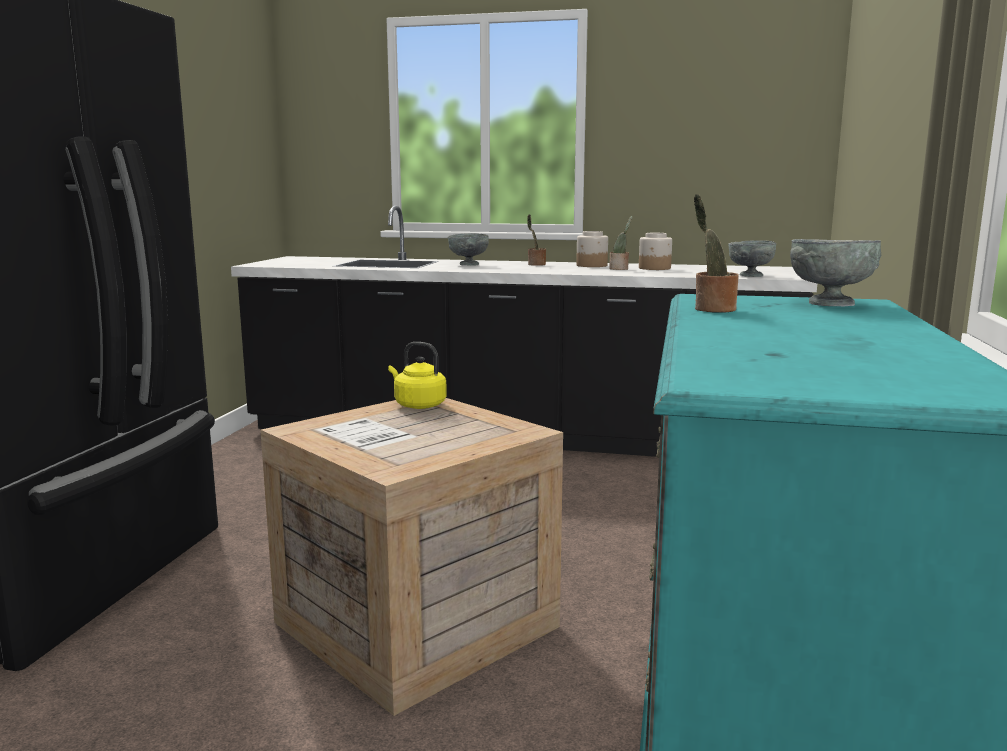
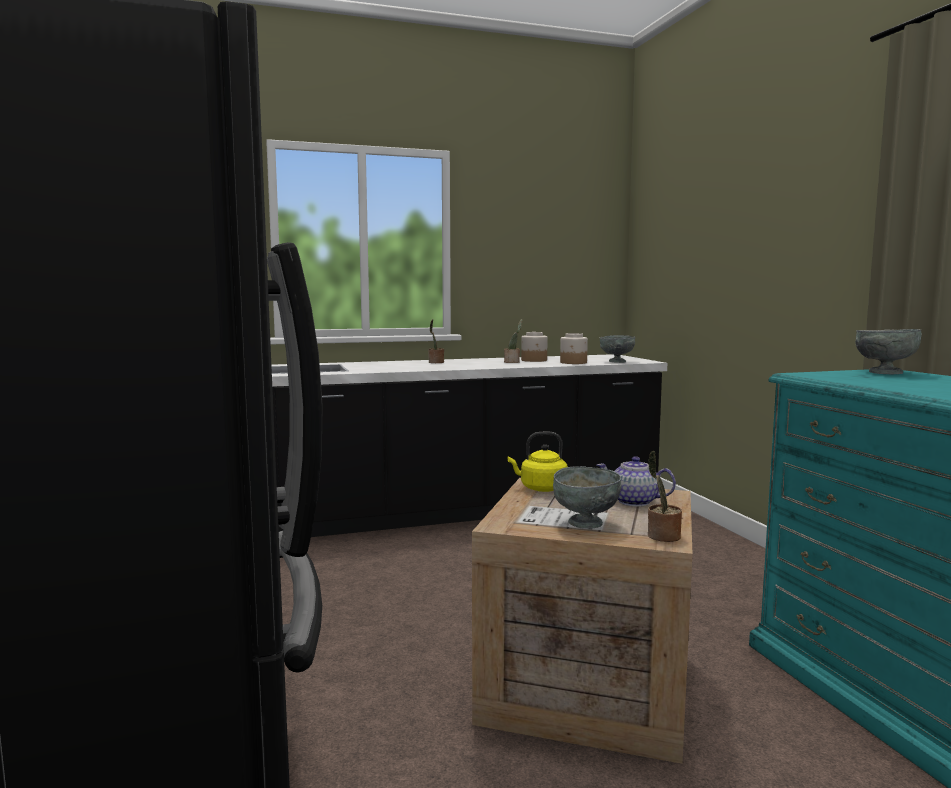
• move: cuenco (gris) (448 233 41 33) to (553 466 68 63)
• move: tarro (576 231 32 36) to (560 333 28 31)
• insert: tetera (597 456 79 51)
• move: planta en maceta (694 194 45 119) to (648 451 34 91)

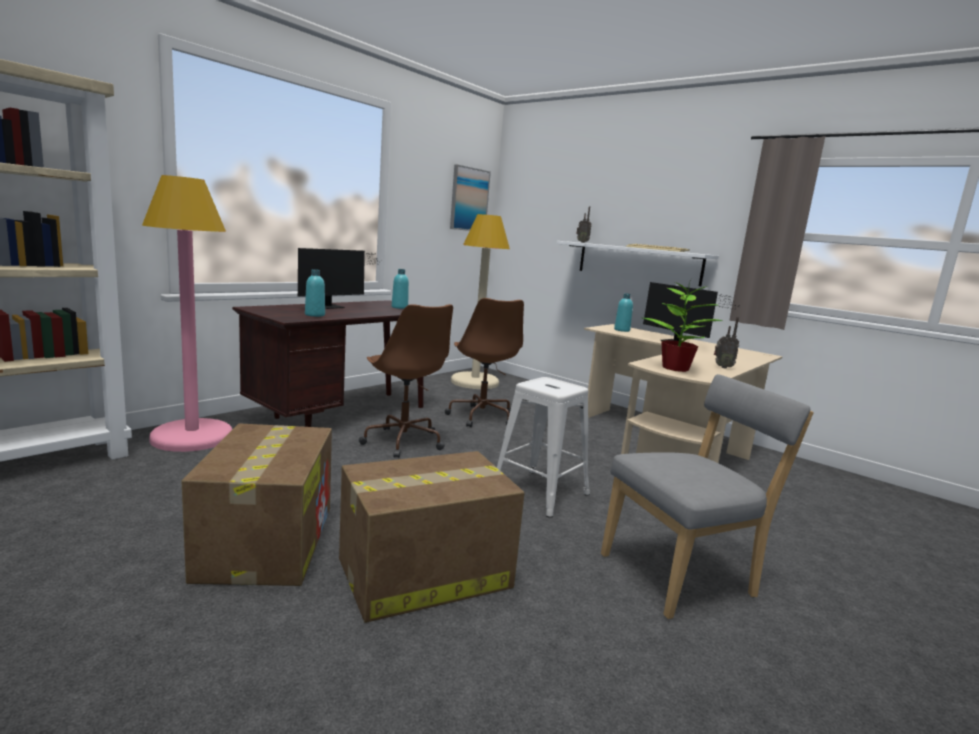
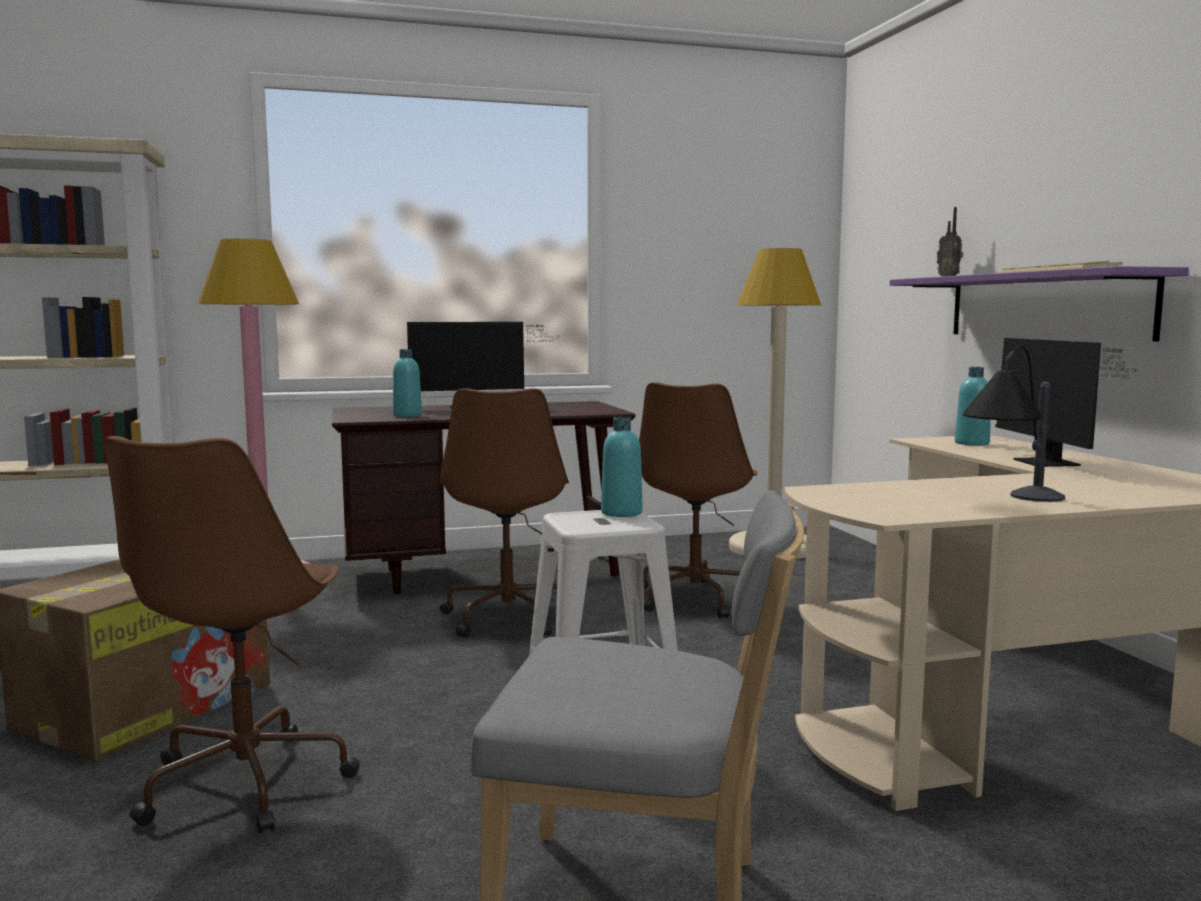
• replace: caja de cartón (339 451 185 172) to silla de oficina (marrón) (104 436 256 397)
• move: botella (turquesa) (392 269 17 40) to (601 417 41 100)
• recolor: estante (blanco) (557 241 162 45) to estante (morado) (890 266 299 75)
• replace: radio (714 317 25 52) to lámpara de mesa (963 345 102 157)
• delete: cuadro (450 164 41 67)
• delete: planta en maceta (643 279 79 93)

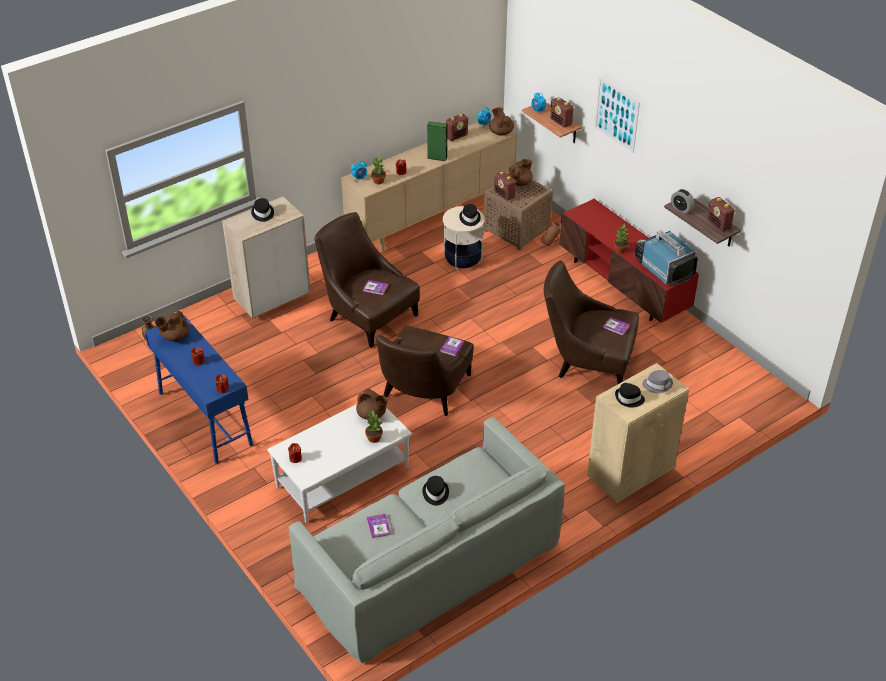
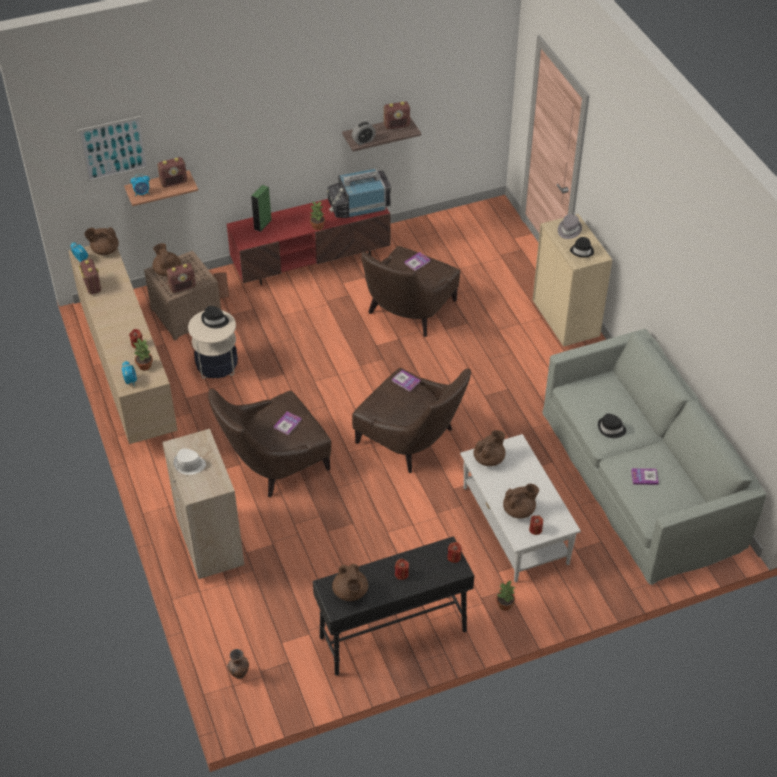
• move: cuadro (594 77 46 76) to (77 116 72 66)
• recolor: sombrero (negro) (251 198 23 24) to sombrero (blanco) (174 448 32 27)
• move: altavoz (verde) (427 121 20 40) to (251 185 21 47)
• recolor: mesa consola (azul) (145 315 108 149) to mesa consola (negro) (313 536 161 140)
• move: planta en maceta (365 410 18 33) to (496 580 19 30)
• insert: tetera (marrón) (503 484 36 35)

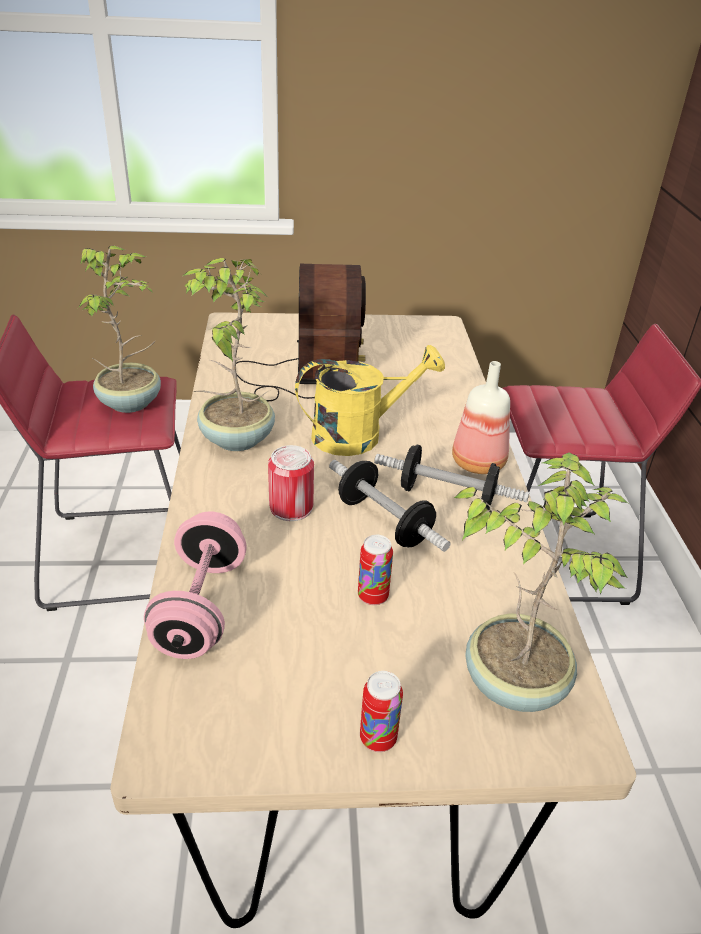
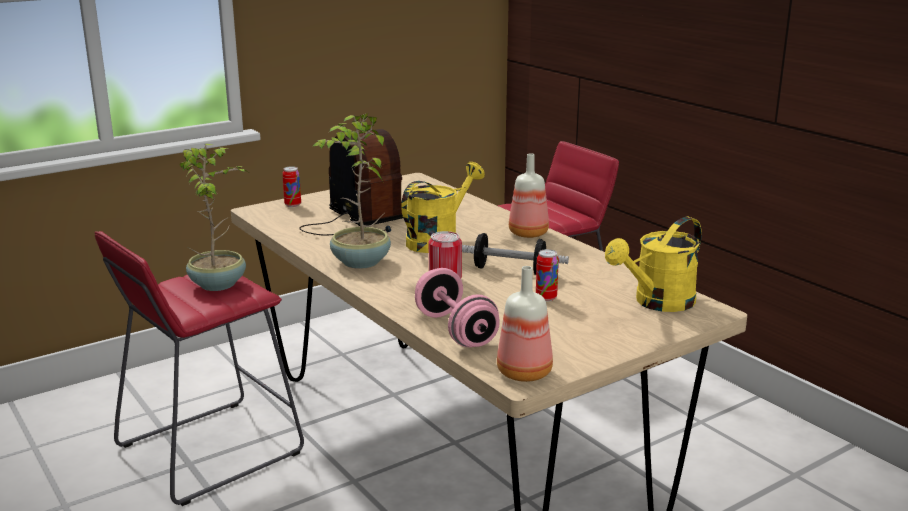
• move: lata (360 671 43 81) to (282 166 19 41)
• insert: botella (497 266 56 116)
• replace: planta en maceta (454 452 174 260) to regadera (amarillo) (605 217 97 95)
• delete: mancuerna (374 444 155 64)

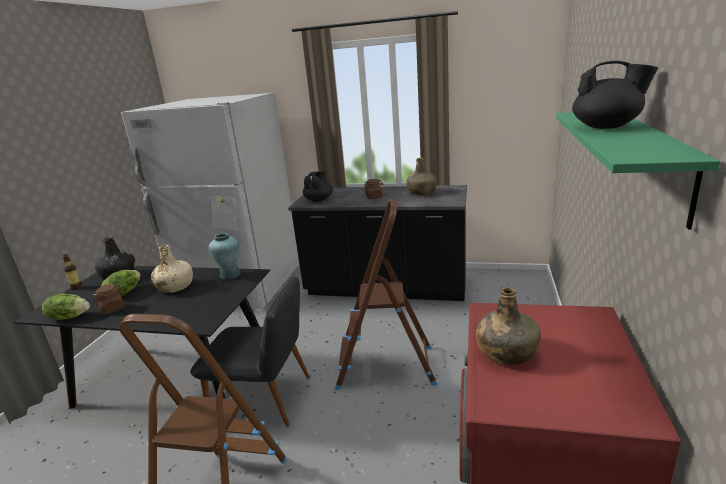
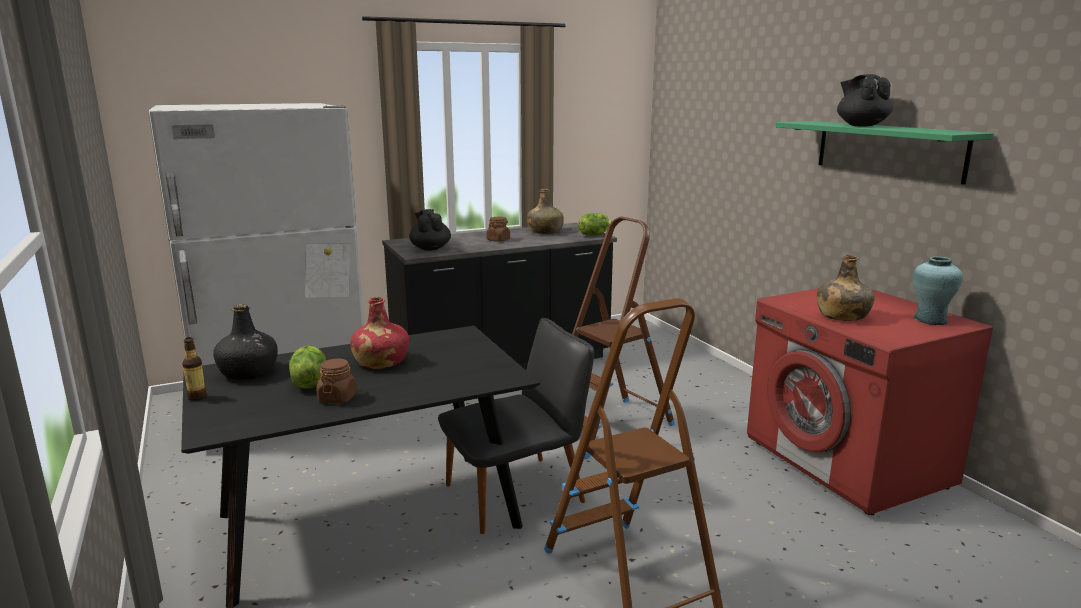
• recolor: botella (beis) (151 245 42 48) to botella (rojo) (350 297 59 72)
• move: lechuga (42 294 48 26) to (578 213 34 23)
• rotate: tetera (negro) (572 61 86 68) = (837 74 56 53) 90 degrees counterclockwise
• move: florero (turquesa) (208 233 33 47) to (913 256 50 69)

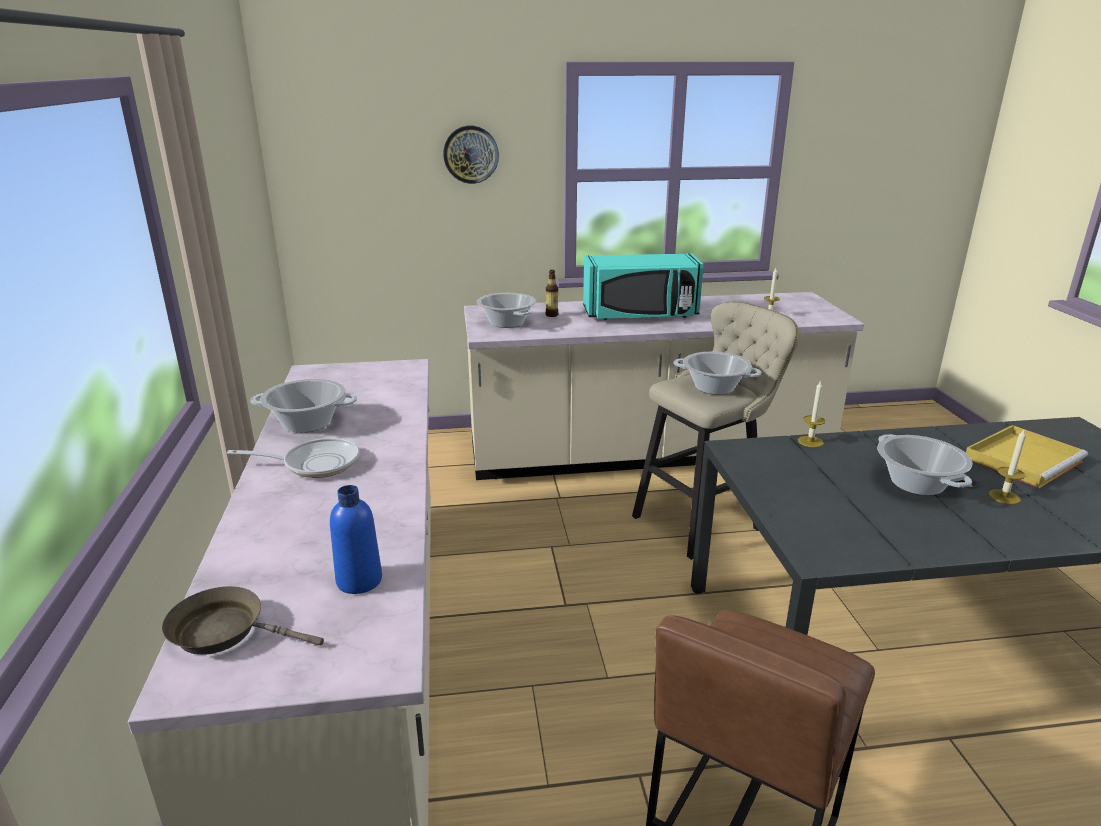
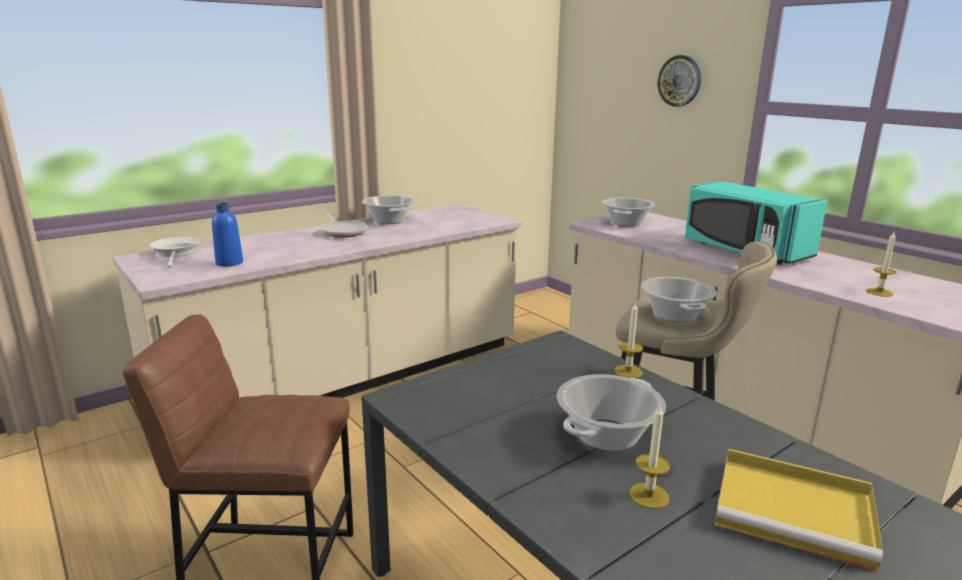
• recolor: sartén (marrón) (162 586 162 69) to sartén (blanco) (150 237 49 31)
• delete: botella (546 270 12 47)

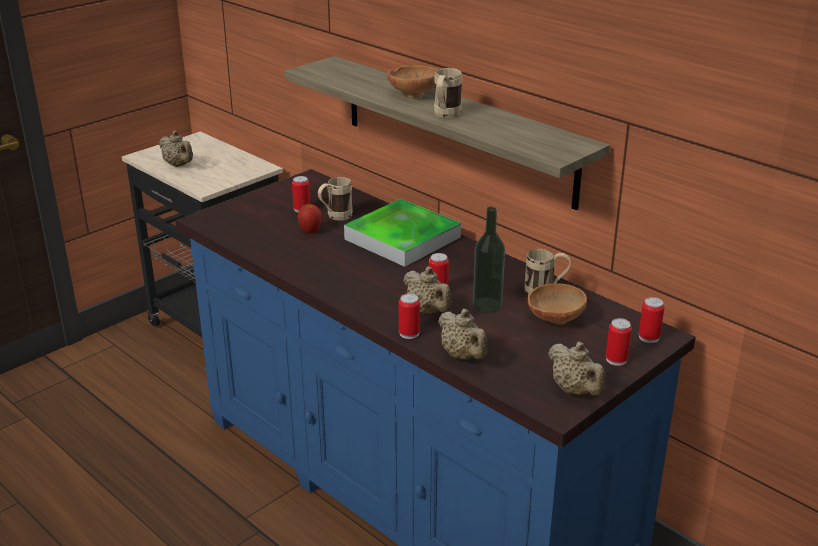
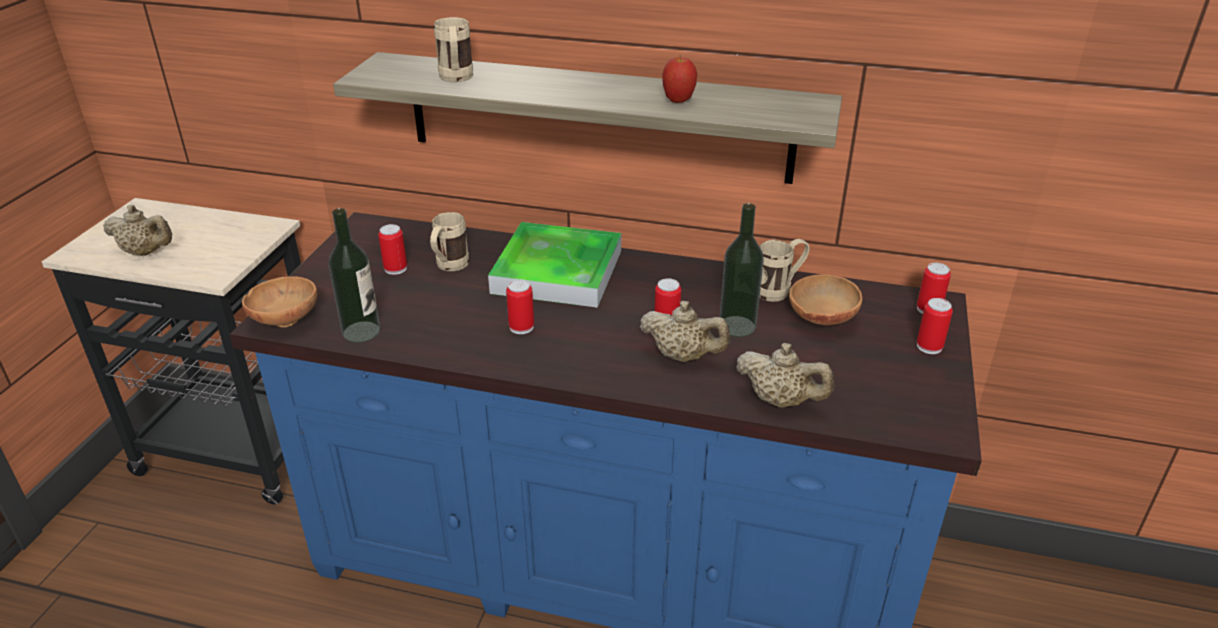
• move: cuenco (marrón) (387 65 51 33) to (242 276 75 52)
• insert: botella (328 208 52 135)
• move: taza grande (beis) (434 68 28 50) to (434 17 40 65)
• move: lata (399 293 21 46) to (506 279 28 55)
• move: manzana (298 204 24 29) to (662 56 35 47)
• delete: tetera (beis) (548 342 58 54)

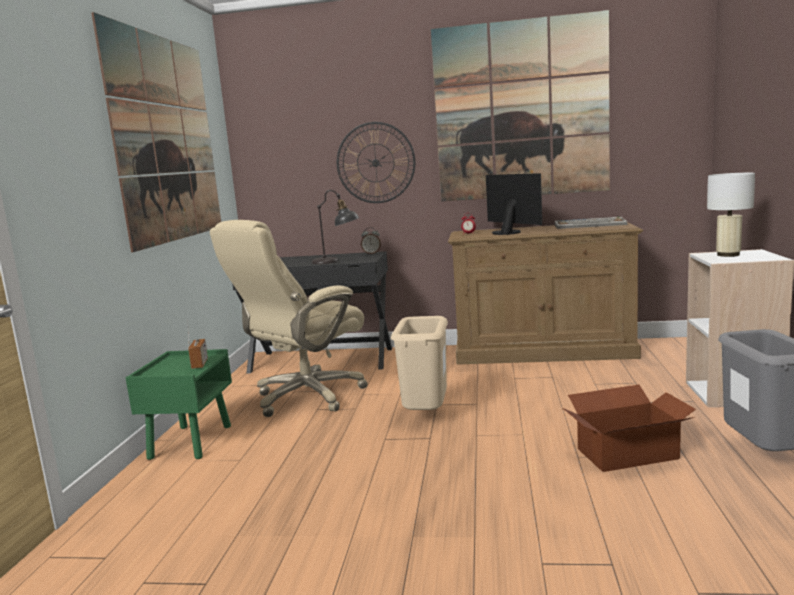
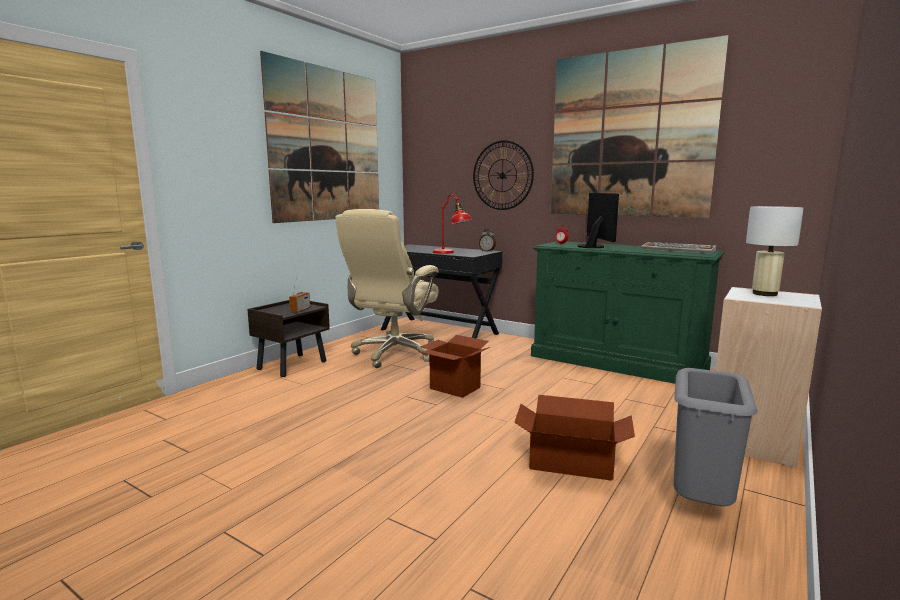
• recolor: mesita de noche (verde) (126 349 106 111) to mesita de noche (marrón) (247 300 83 77)
• rotate: silla de oficina (beis) (210 220 158 197) = (335 209 104 159) 45 degrees counterclockwise
• replace: papelera (beis) (391 316 57 94) to caja de cartón (420 335 70 63)
• recolor: lámpara de mesa (gris) (312 190 47 74) to lámpara de mesa (rojo) (433 194 39 60)
• recolor: armario (marrón) (448 222 195 143) to armario (verde) (531 241 194 143)

